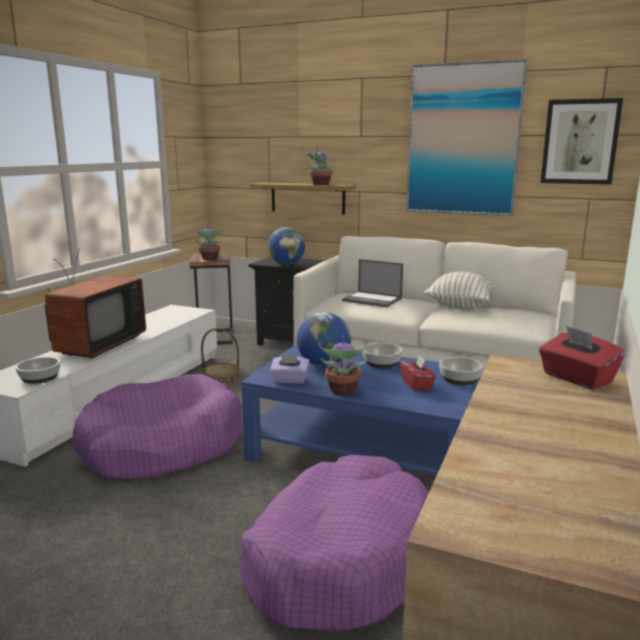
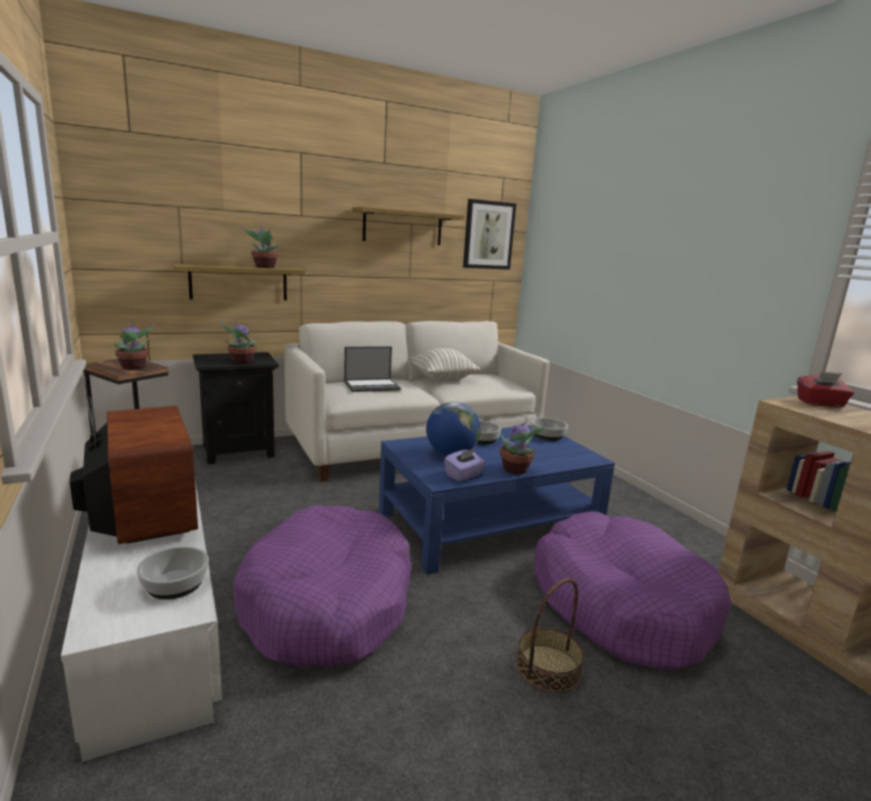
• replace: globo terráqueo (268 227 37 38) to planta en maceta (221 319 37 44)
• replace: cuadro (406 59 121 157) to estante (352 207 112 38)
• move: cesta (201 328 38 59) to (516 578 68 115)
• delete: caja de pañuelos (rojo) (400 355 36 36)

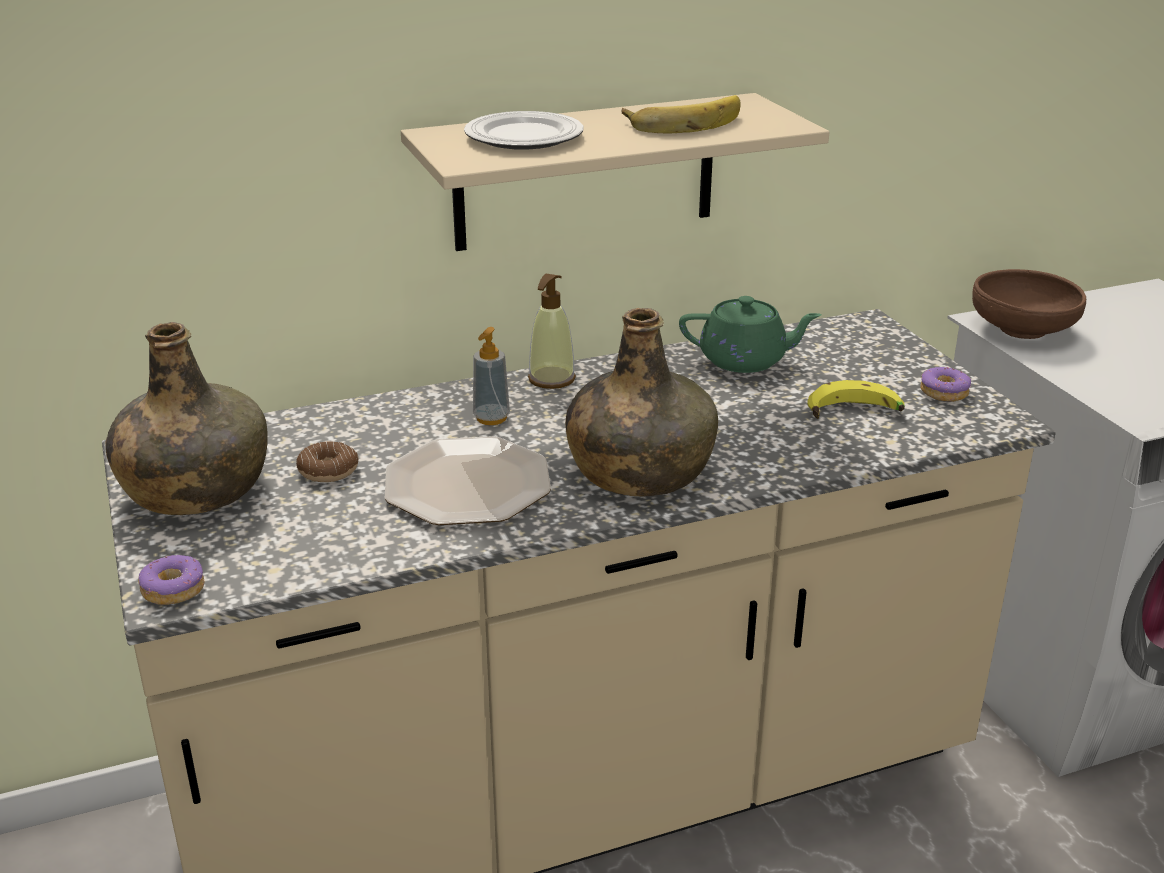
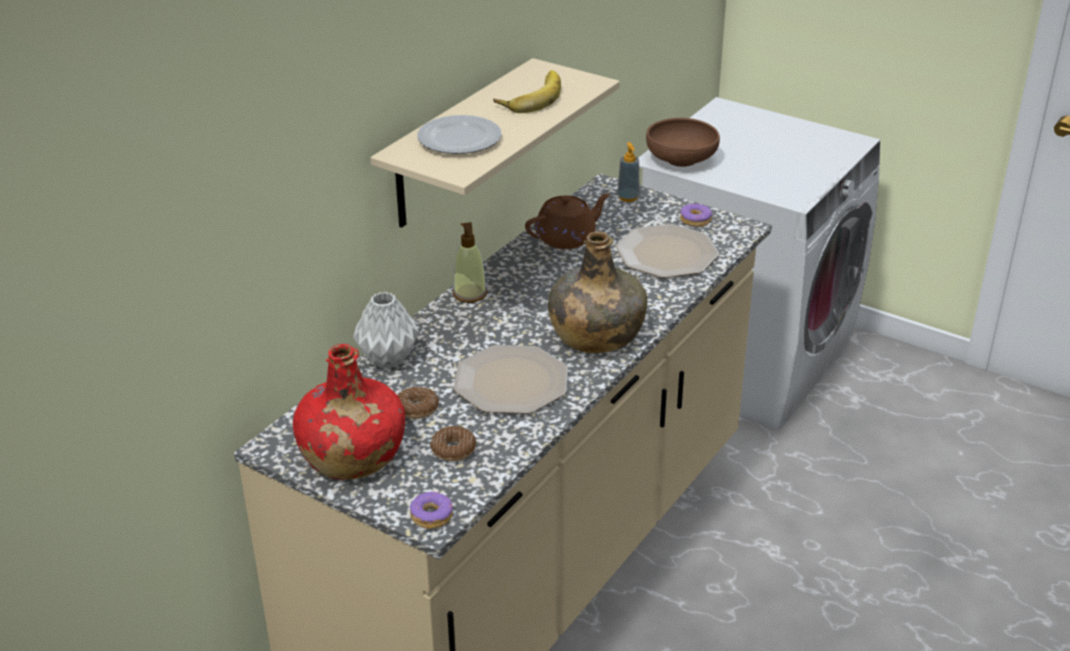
• recolor: botella (verde) (105 322 163 193) to botella (rojo) (293 344 112 136)
• insert: florero (gris) (353 292 66 77)
• insert: rosquilla (430 426 46 35)
• recolor: tetera (verde) (679 296 143 77) to tetera (marrón) (525 193 85 56)
• replace: plátano (807 380 98 39) to plato (616 224 103 54)
• move: dispensador de jabón (473 327 37 98) to (617 142 23 60)

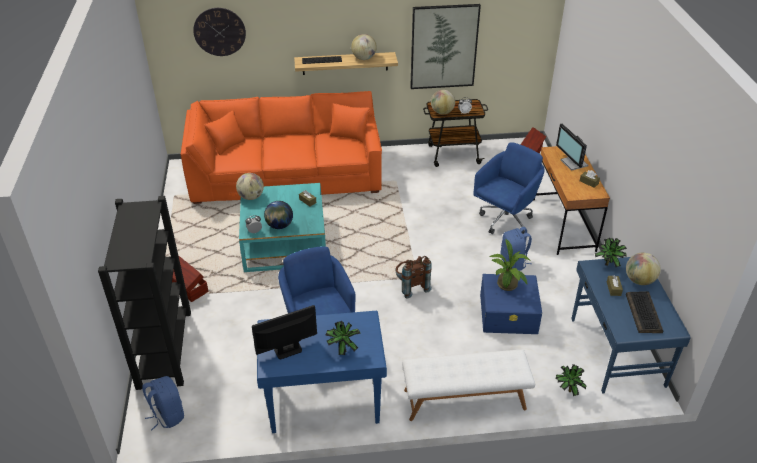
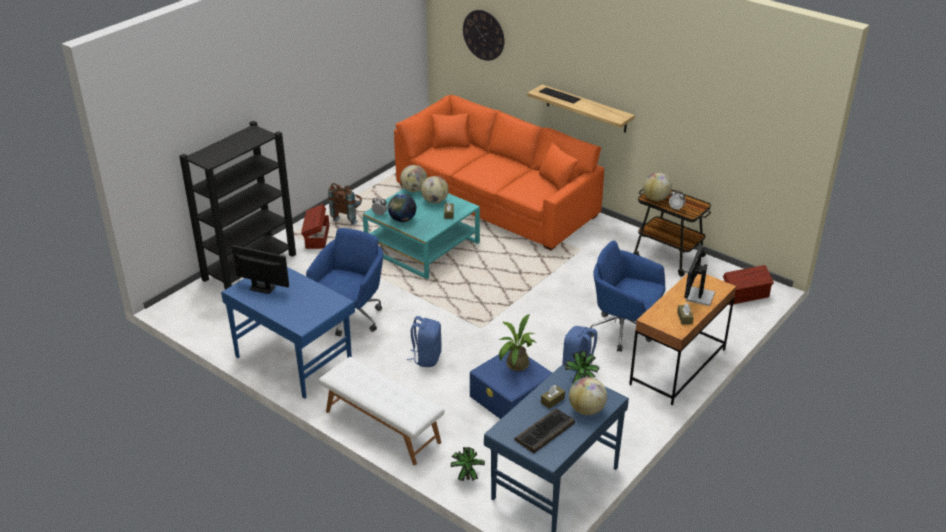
• move: mochila (marrón) (395 256 37 42) to (328 183 34 42)
• move: mochila (azul) (142 376 42 54) to (407 316 35 51)
• move: globo terráqueo (351 34 26 26) to (421 176 28 28)
• rotate: silla de oficina (azul) (474 142 71 92) = (590 241 75 111) 150 degrees counterclockwise
• delete: planta en maceta (325 321 36 34)
• delete: cuadro (410 4 71 85)

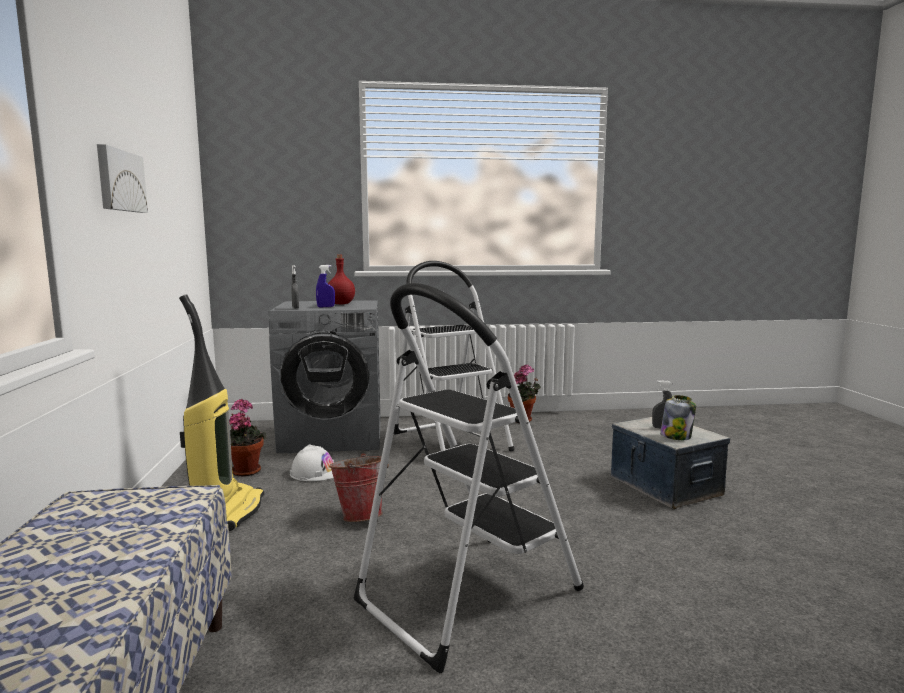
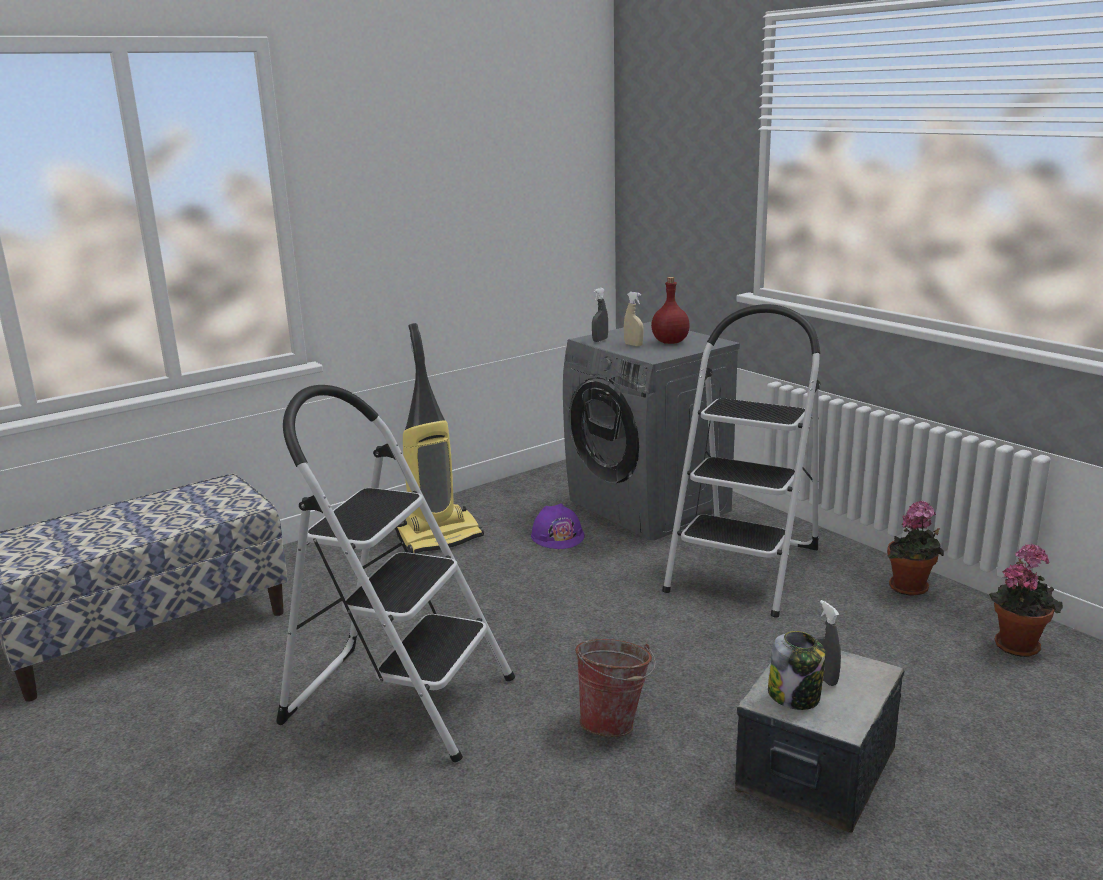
• recolor: casco (blanco) (290 444 44 37) to casco (morado) (531 503 54 46)
• move: cubo (329 453 60 69) to (575 639 81 98)
• recolor: pulverizador (azul) (316 265 19 42) to pulverizador (beis) (624 292 20 55)
• move: planta en maceta (229 399 37 78) to (989 543 74 114)
• delete: cuadro (97 144 51 69)

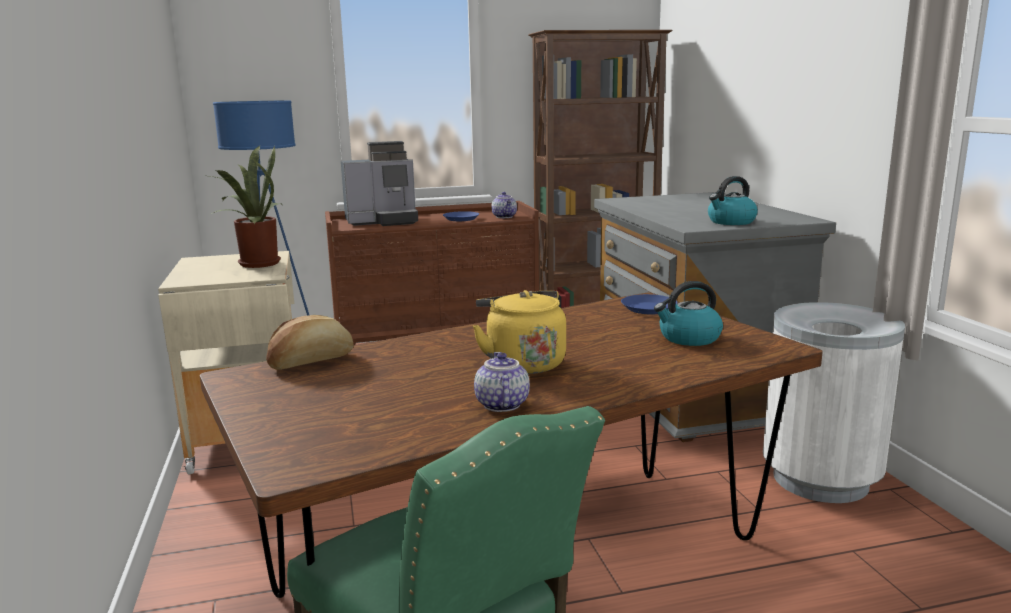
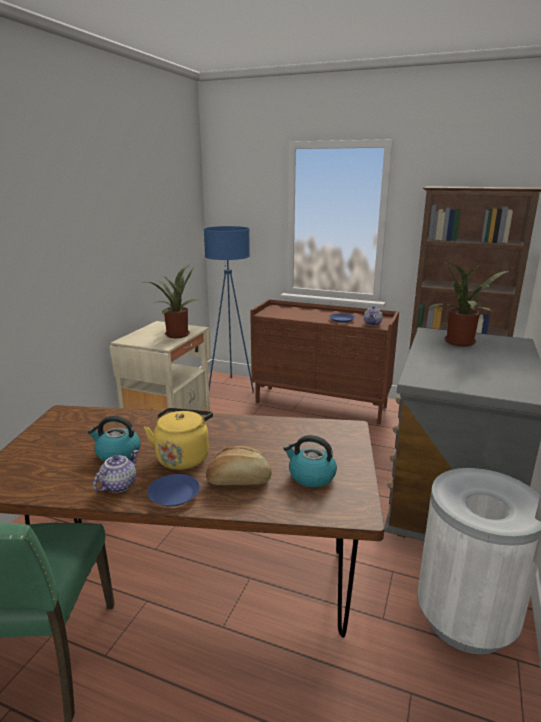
• move: hervidor (708 176 50 49) to (88 416 53 46)
• move: plato (azul) (621 294 57 20) to (147 474 53 33)
• move: pan (266 315 88 55) to (206 446 66 39)
• insert: planta en maceta (430 262 79 85)
• delete: cafetera (341 141 77 85)

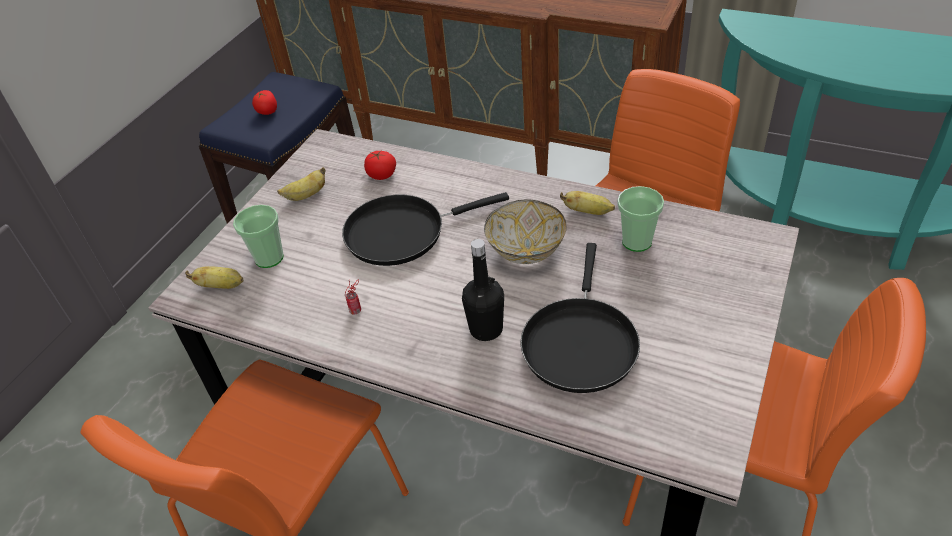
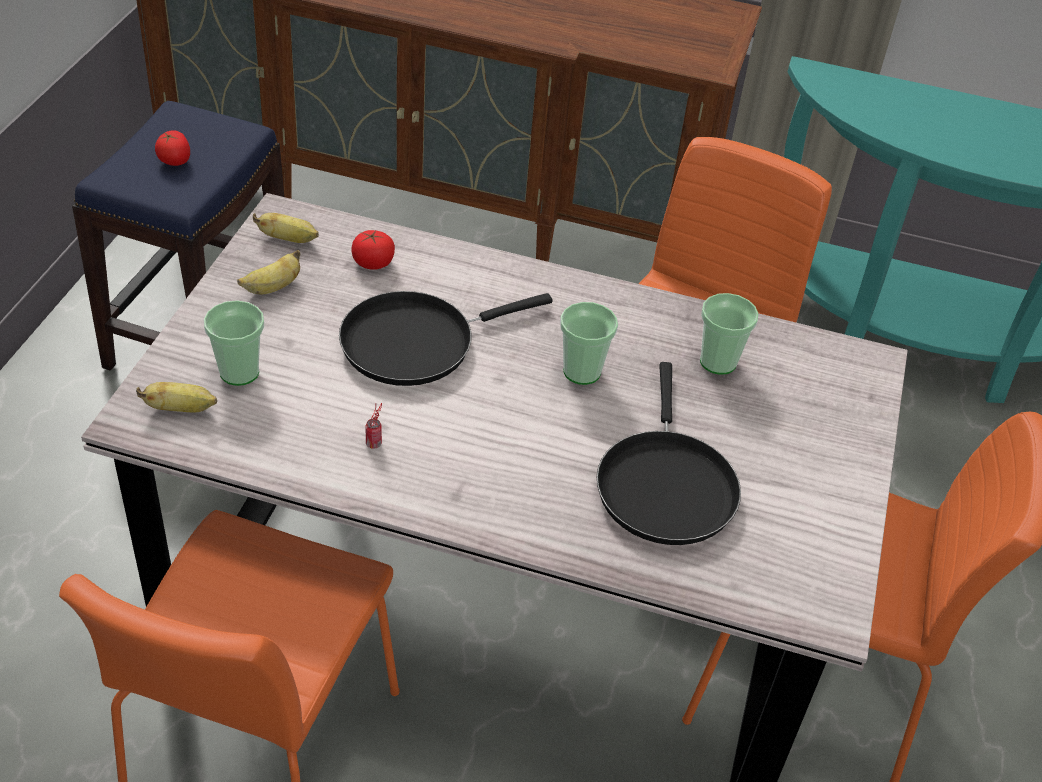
• move: plátano (560 191 55 24) to (253 213 66 30)
• replace: cuenco (484 199 83 65) to taza (560 302 58 83)
• delete: botella (negro) (462 239 42 102)

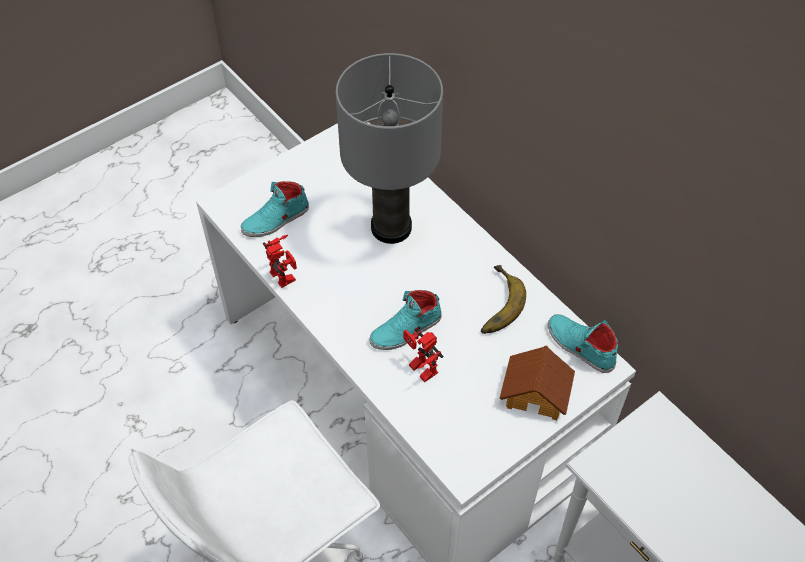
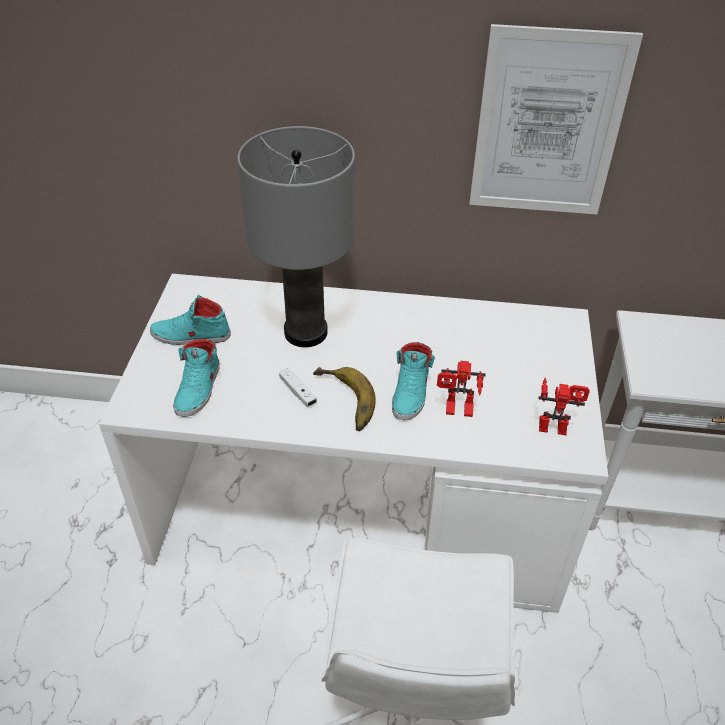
• move: zapato (turquesa) (548 314 70 59) to (150 295 81 50)
• insert: mando de consola (blanco) (279 368 38 39)
• move: plátano (481 265 45 69) to (313 367 63 64)
• insert: cuadro (469 24 174 190)
• move: robot de juguete (263 235 34 53) to (538 378 52 57)
• delete: casita (500 345 75 75)

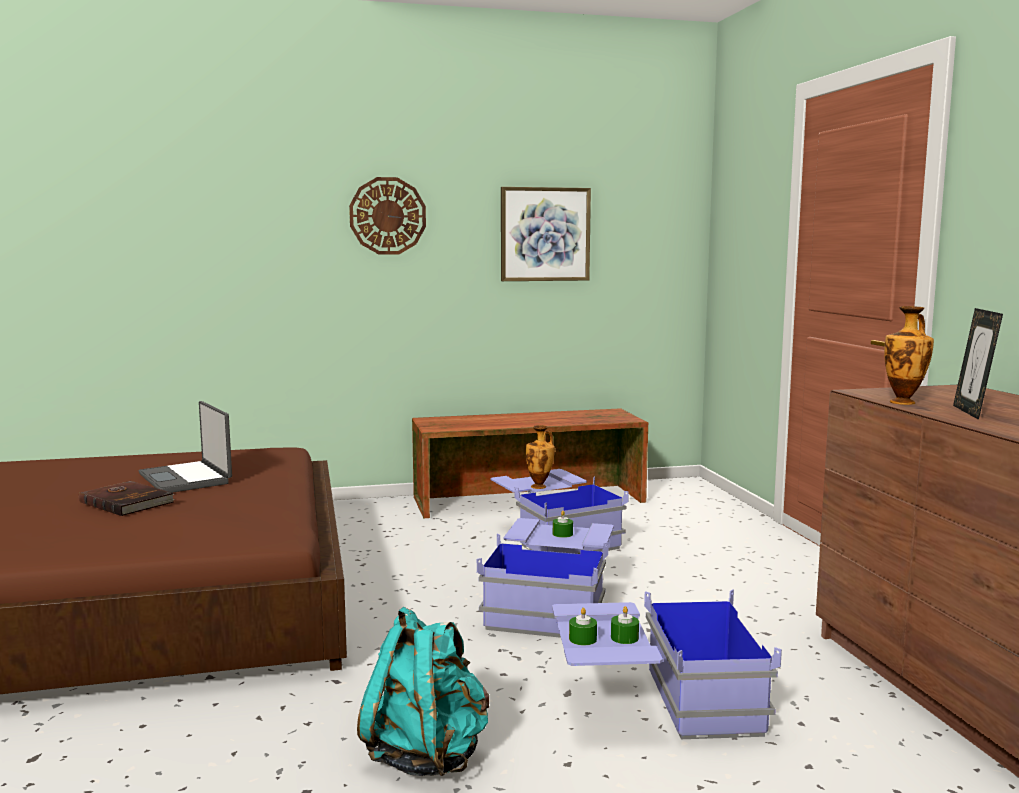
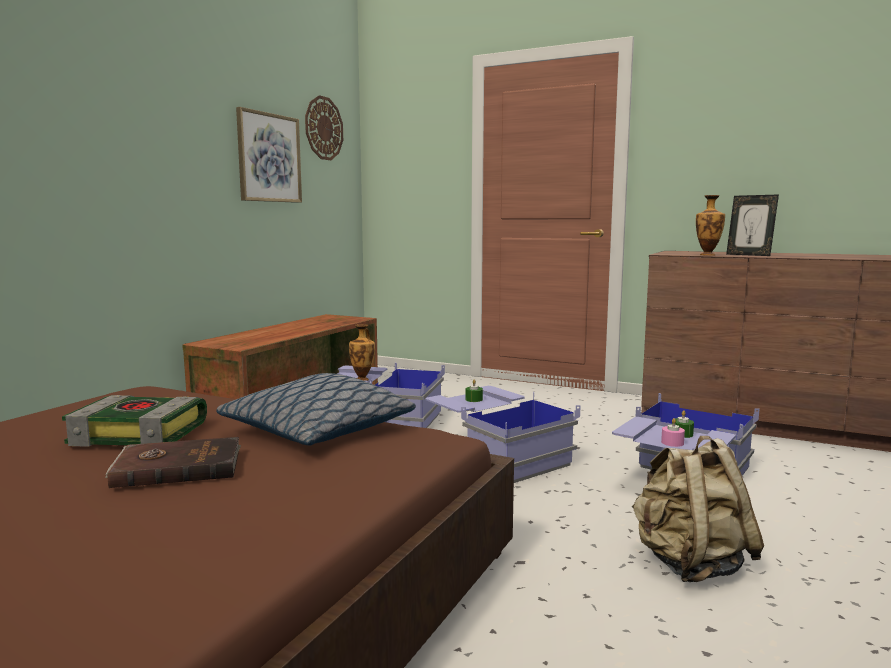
• replace: portátil (139 401 93 92) to libro (62 395 145 52)
• insert: cojín (216 373 200 72)
• move: reloj de pared (349 177 77 78) to (305 95 38 65)
• recolor: mochila (turquesa) (357 607 132 169) to mochila (beis) (632 436 132 146)
• recolor: vela (verde) (569 608 28 37) to vela (rosa) (661 418 24 29)

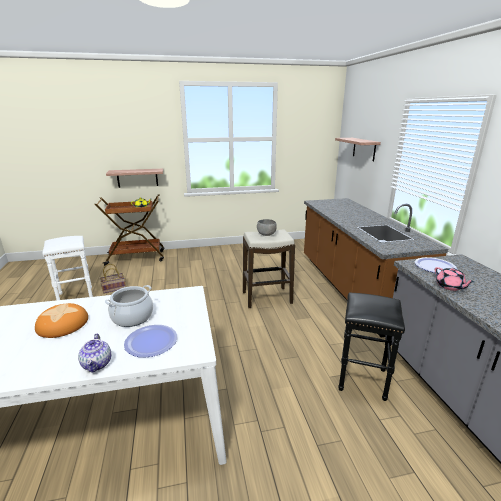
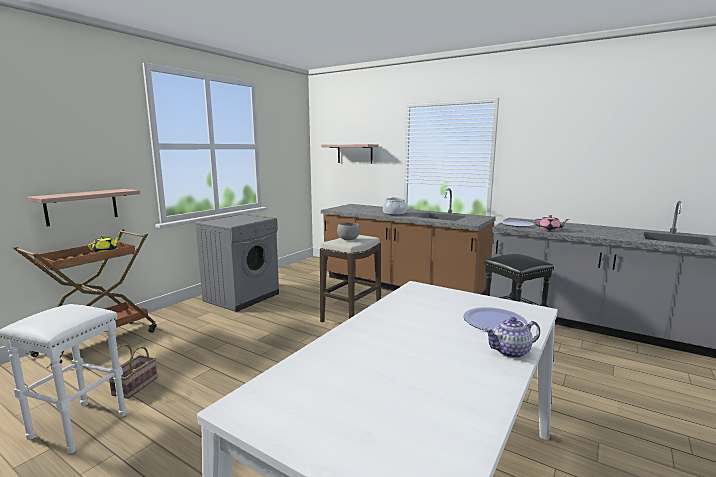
• insert: lavadora (gris) (196 214 83 98)
• move: olla (105 285 48 42) to (383 197 24 19)
• rotate: tetera (78 333 33 40) = (484 317 56 41) 135 degrees clockwise
• delete: pan (35 303 53 35)

